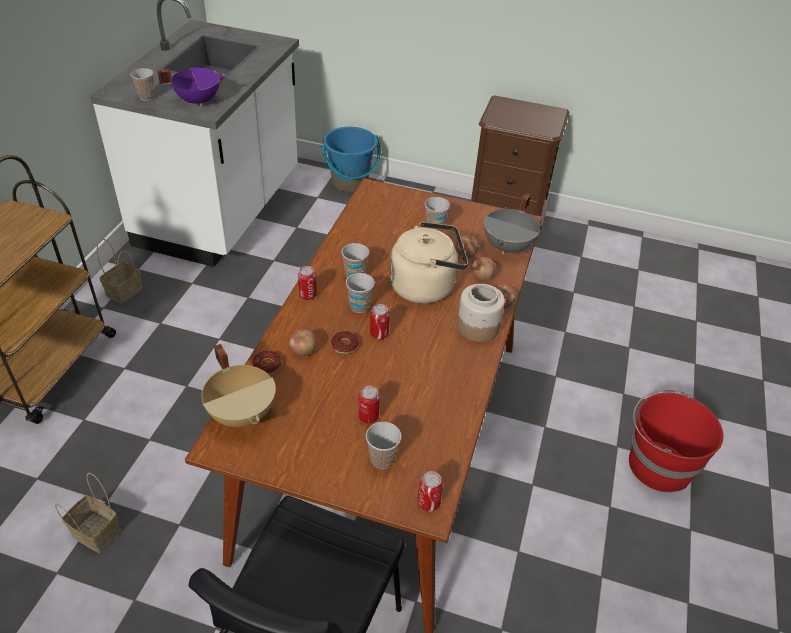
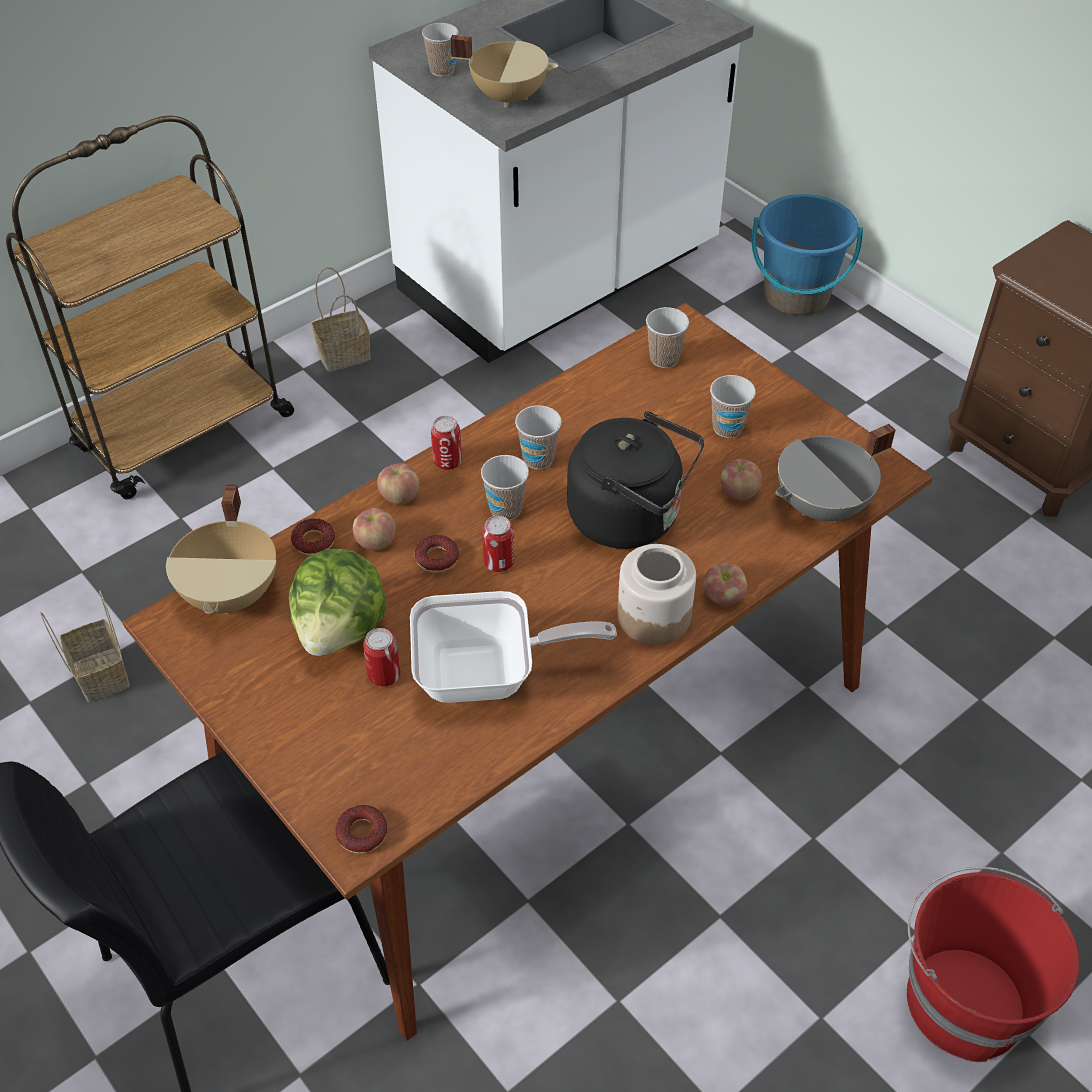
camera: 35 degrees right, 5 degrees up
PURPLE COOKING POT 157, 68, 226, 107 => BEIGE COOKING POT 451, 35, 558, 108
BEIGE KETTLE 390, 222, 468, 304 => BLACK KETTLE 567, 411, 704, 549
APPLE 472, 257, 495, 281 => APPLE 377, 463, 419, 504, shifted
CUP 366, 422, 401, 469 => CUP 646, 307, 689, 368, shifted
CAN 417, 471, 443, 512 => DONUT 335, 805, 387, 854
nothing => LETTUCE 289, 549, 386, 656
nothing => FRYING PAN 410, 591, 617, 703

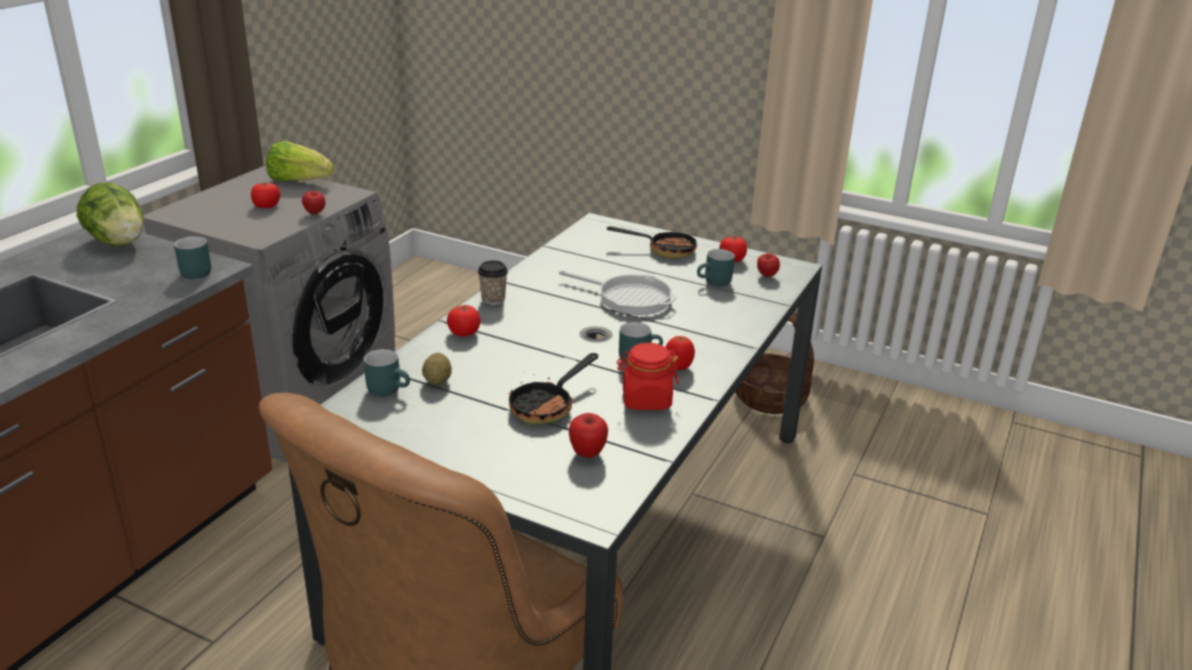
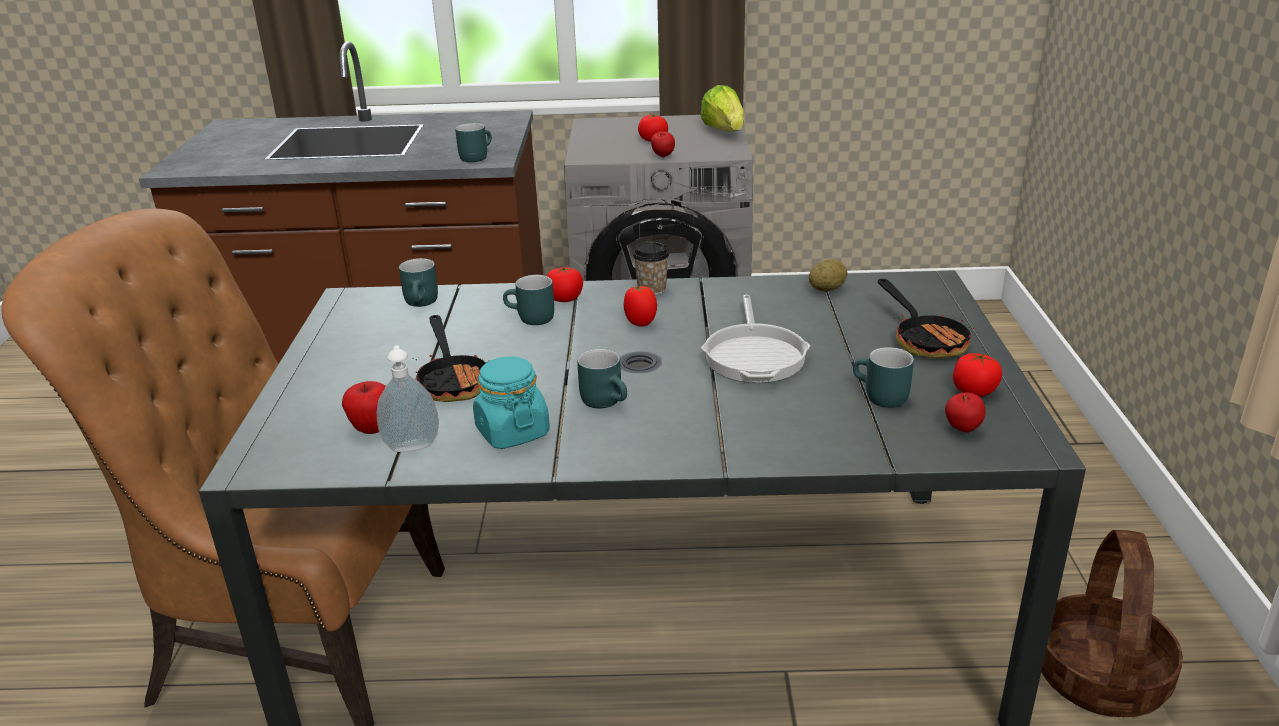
camera: 65 degrees right, 0 degrees up
LETTUCE 77, 183, 143, 246 => nothing
TOMATO 666, 336, 695, 370 => TOMATO 624, 286, 657, 326, shifted
RED JAR 617, 343, 679, 410 => TURQUOISE JAR 473, 356, 550, 449
POTATO 422, 353, 452, 385 => POTATO 809, 259, 848, 291, shifted
FRYING PAN 508, 353, 598, 424 => FRYING PAN 413, 315, 486, 402, 120 degrees counterclockwise
nothing => TURQUOISE MUG 503, 275, 554, 325
nothing => SOAP DISPENSER 377, 346, 439, 452

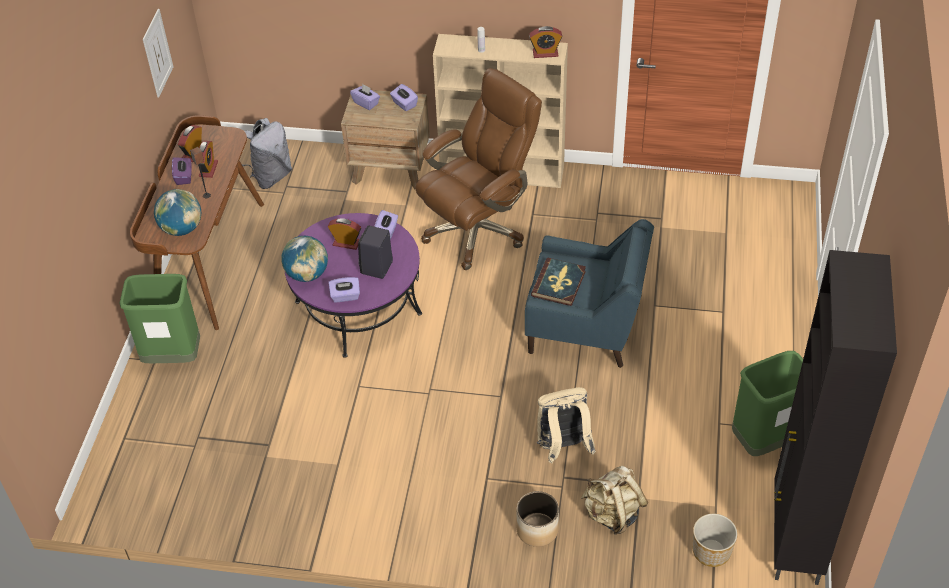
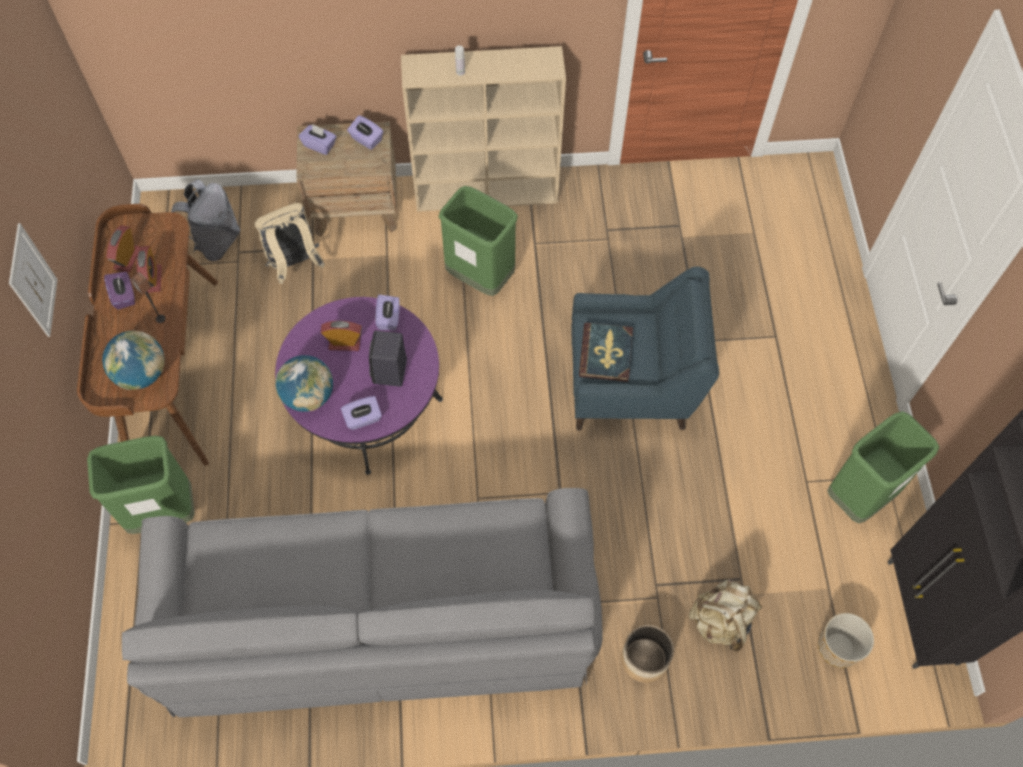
camera: 15 degrees left, 15 degrees up
PICTURE 143, 9, 173, 98 => PICTURE 9, 223, 58, 337, shifted
ALARM CLOCK 529, 26, 562, 58 => nothing
BROWN OFFICE CHAIR 415, 68, 542, 270 => GREEN TRASH CAN 439, 186, 518, 296
BEIGE BACKPACK 537, 387, 596, 463 => BEIGE BACKPACK 254, 203, 325, 284, shifted
nothing => GREY SOFA 122, 488, 603, 717

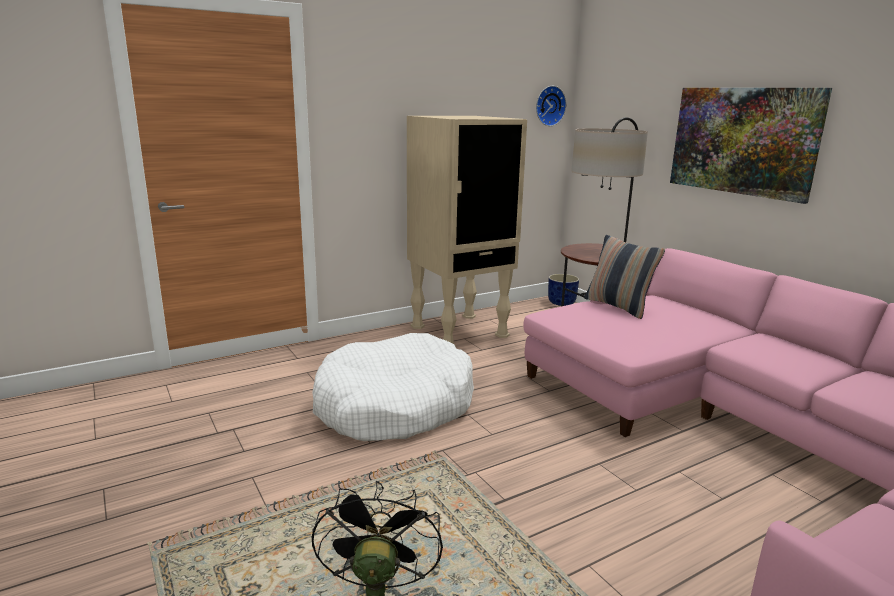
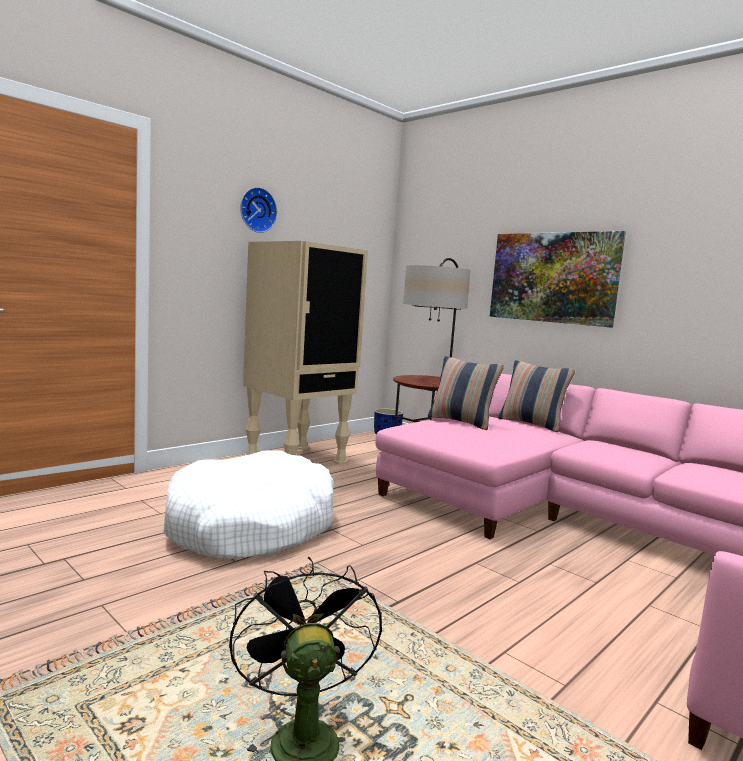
camera: 15 degrees left, 10 degrees down
WALL CLOCK 536, 86, 566, 126 => WALL CLOCK 240, 187, 277, 233, shifted
nothing => PILLOW 498, 360, 575, 432

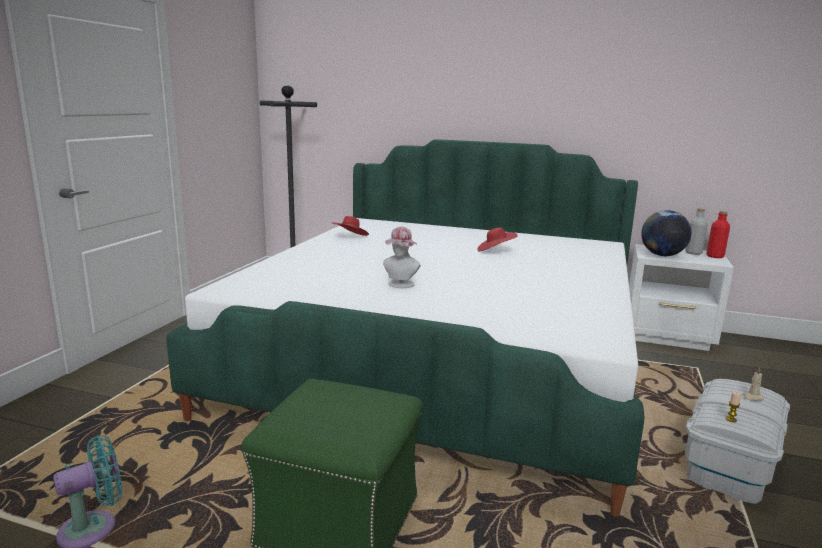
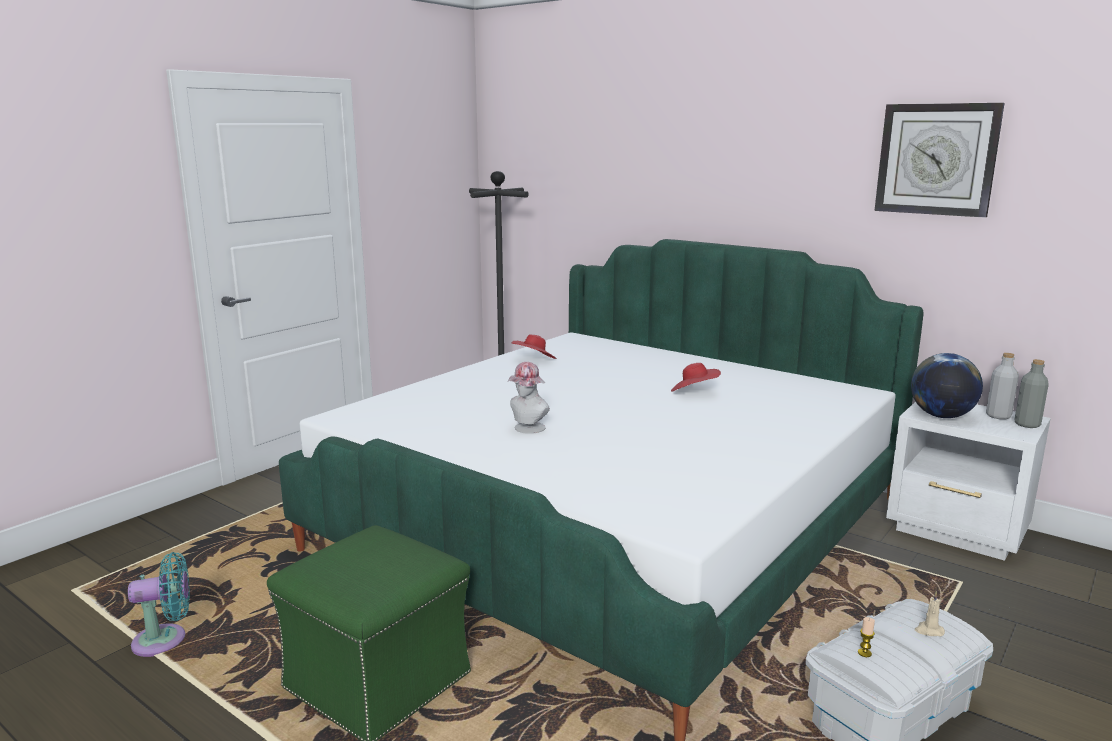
camera: 20 degrees right, 0 degrees up
RED BOTTLE 707, 211, 730, 258 => GREY BOTTLE 1015, 359, 1049, 428
nothing => WALL CLOCK 874, 103, 1005, 218

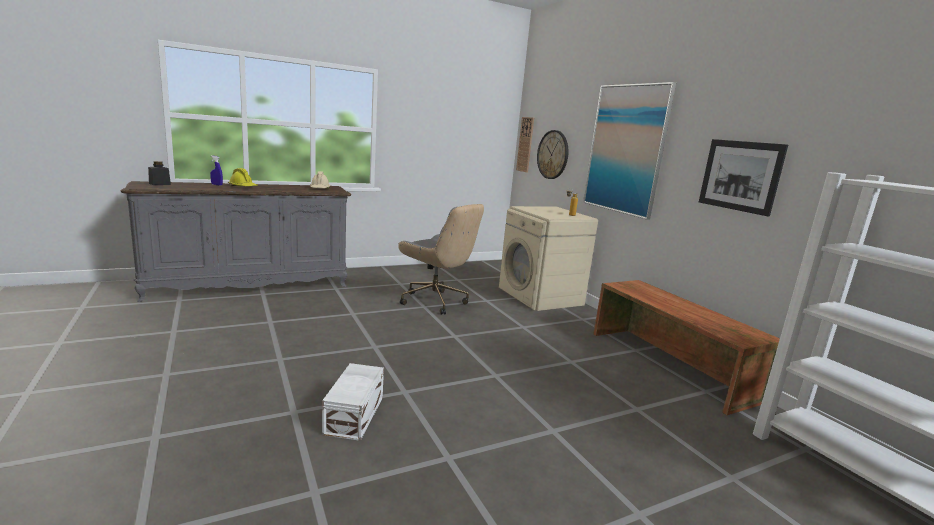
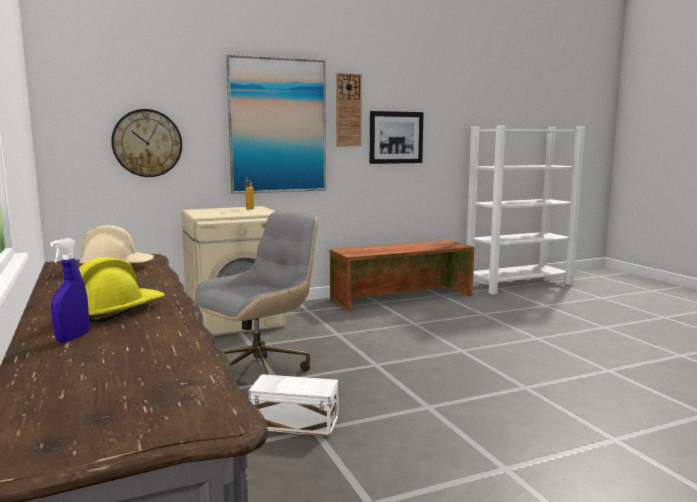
camera: 85 degrees left, 5 degrees down
WALL CLOCK 516, 117, 534, 173 => WALL CLOCK 336, 73, 362, 146, shifted
BLACK JAR 148, 161, 171, 185 => nothing
WHITE STORAGE BOX 322, 363, 384, 441 => WHITE STORAGE BOX 248, 374, 338, 436, shifted

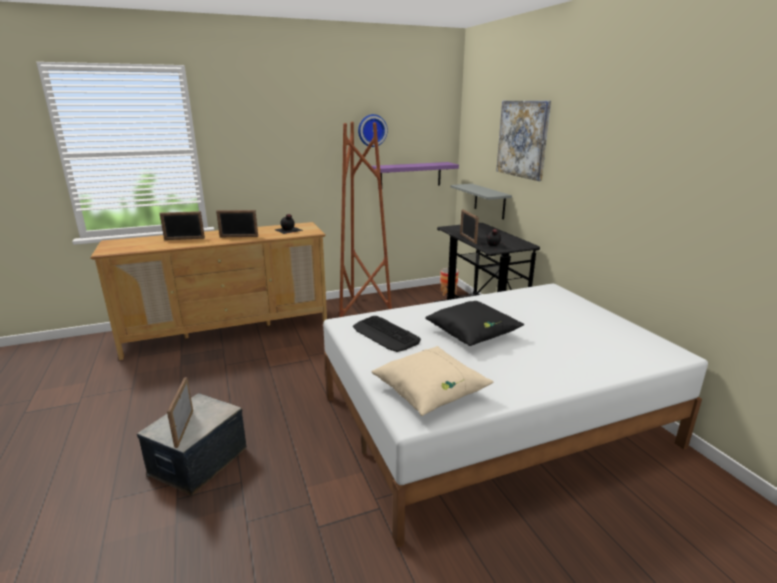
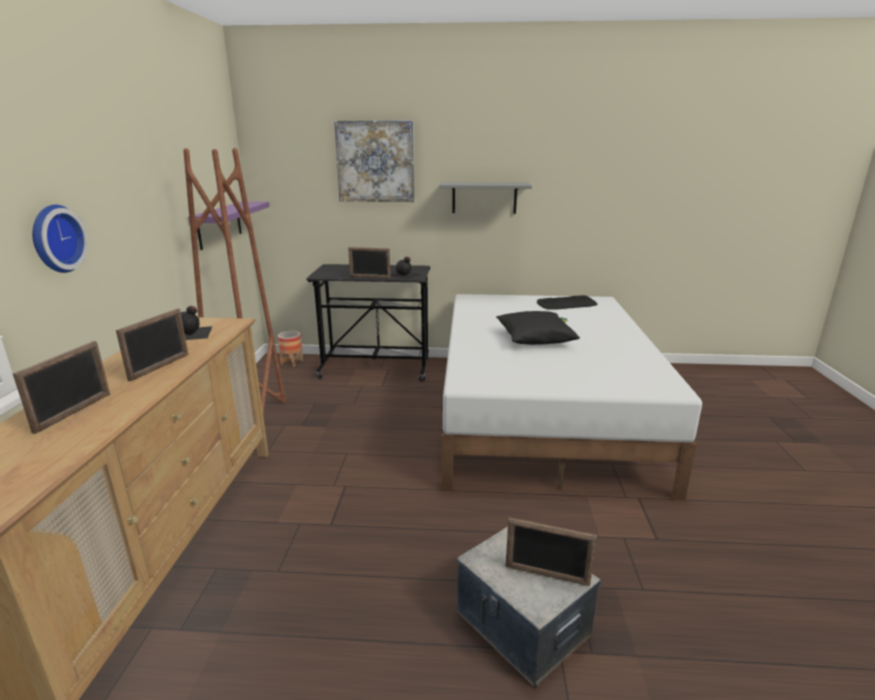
camera: 65 degrees left, 0 degrees up
WALL CLOCK 358, 114, 388, 147 => WALL CLOCK 32, 205, 89, 273, shifted
GREY SHELF 451, 184, 512, 219 => GREY SHELF 440, 182, 532, 214, shifted
KEYBOARD 353, 316, 421, 352 => KEYBOARD 537, 295, 597, 310, shifted
BEIGE PILLOW 372, 346, 493, 416 => nothing

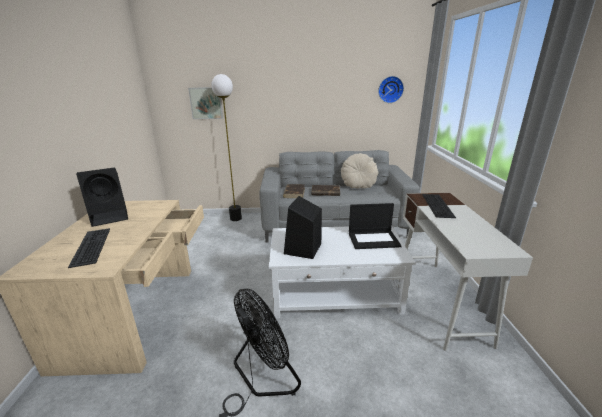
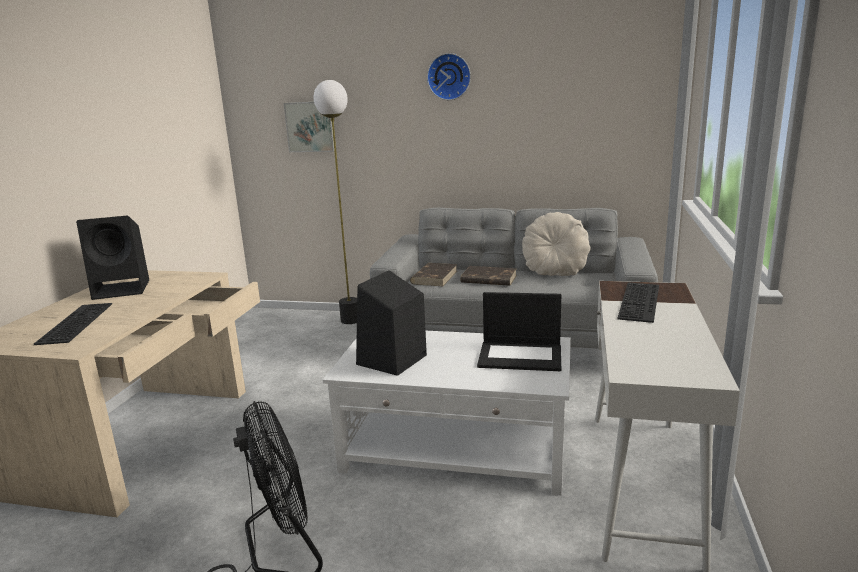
camera: 15 degrees right, 5 degrees down
WALL CLOCK 378, 76, 404, 103 => WALL CLOCK 427, 53, 471, 100, shifted

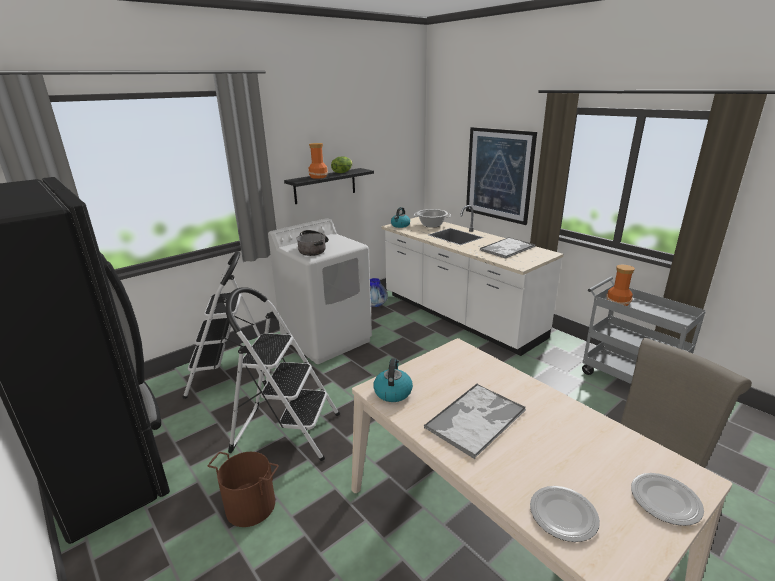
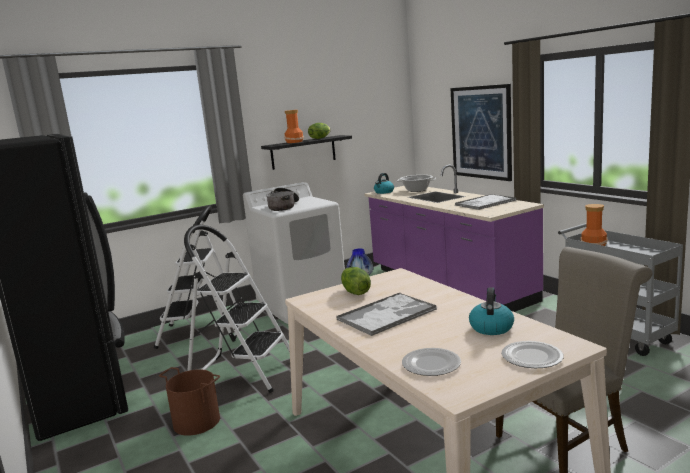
camera: 10 degrees right, 10 degrees down
WHITE COUNTER 382, 205, 564, 356 => PURPLE COUNTER 365, 165, 544, 312
KETTLE 373, 358, 413, 402 => KETTLE 469, 287, 514, 335, shifted
nothing => LETTUCE 341, 267, 371, 295

